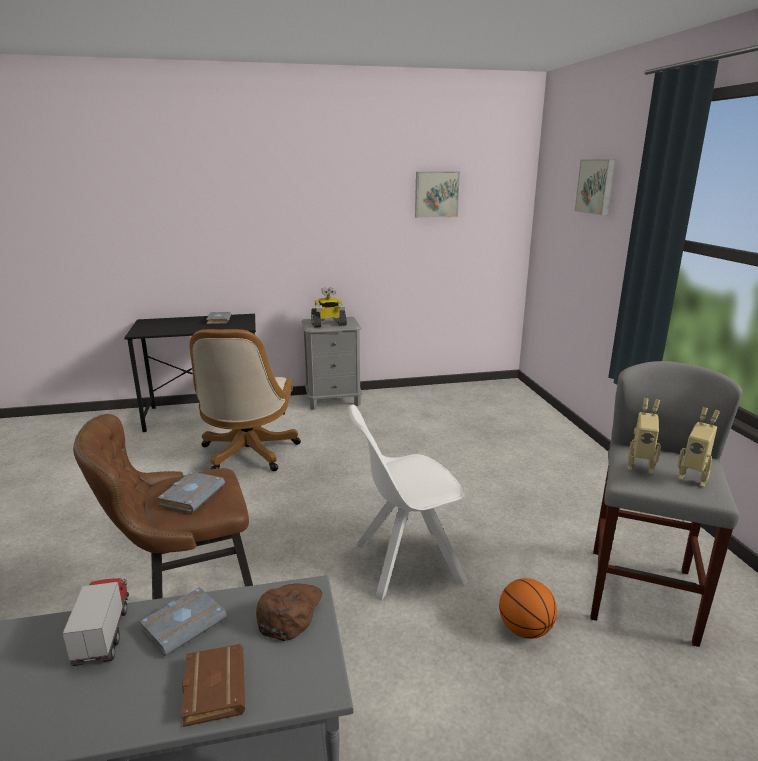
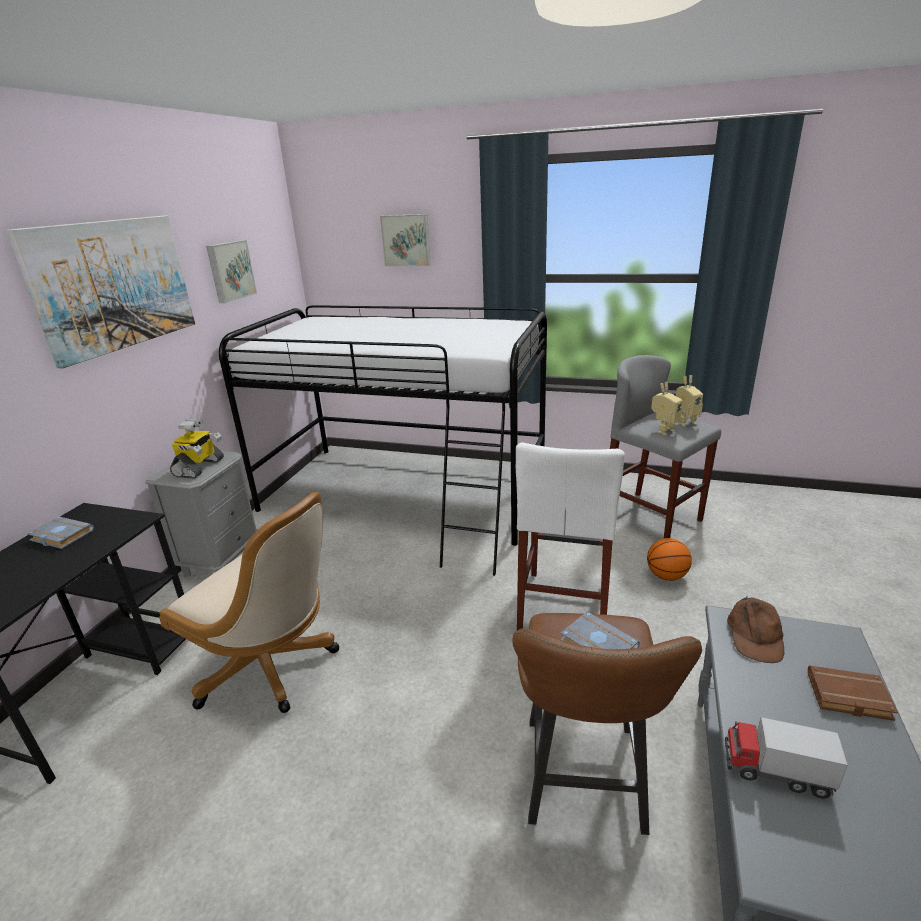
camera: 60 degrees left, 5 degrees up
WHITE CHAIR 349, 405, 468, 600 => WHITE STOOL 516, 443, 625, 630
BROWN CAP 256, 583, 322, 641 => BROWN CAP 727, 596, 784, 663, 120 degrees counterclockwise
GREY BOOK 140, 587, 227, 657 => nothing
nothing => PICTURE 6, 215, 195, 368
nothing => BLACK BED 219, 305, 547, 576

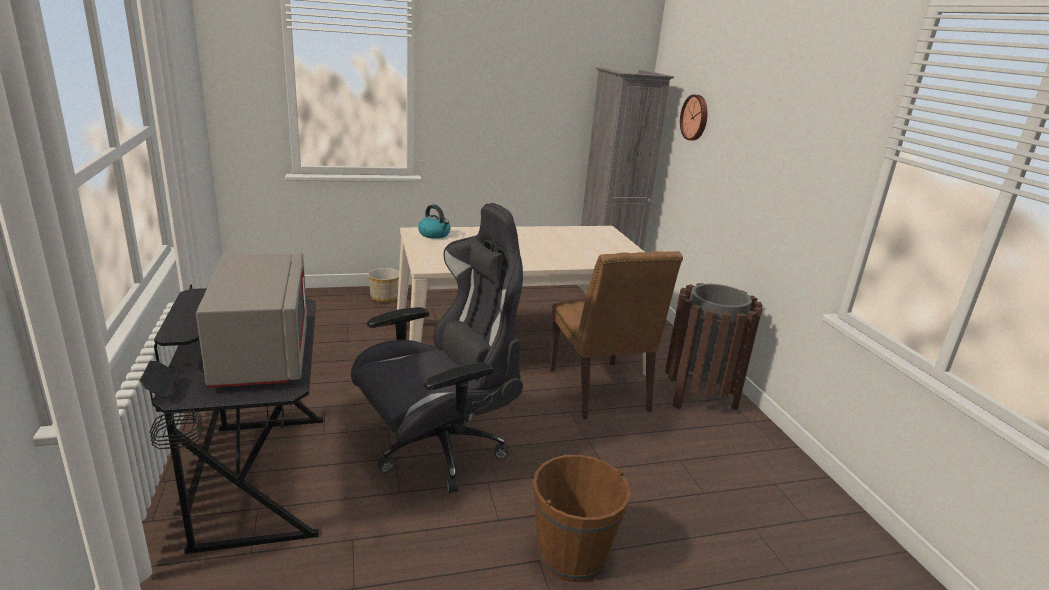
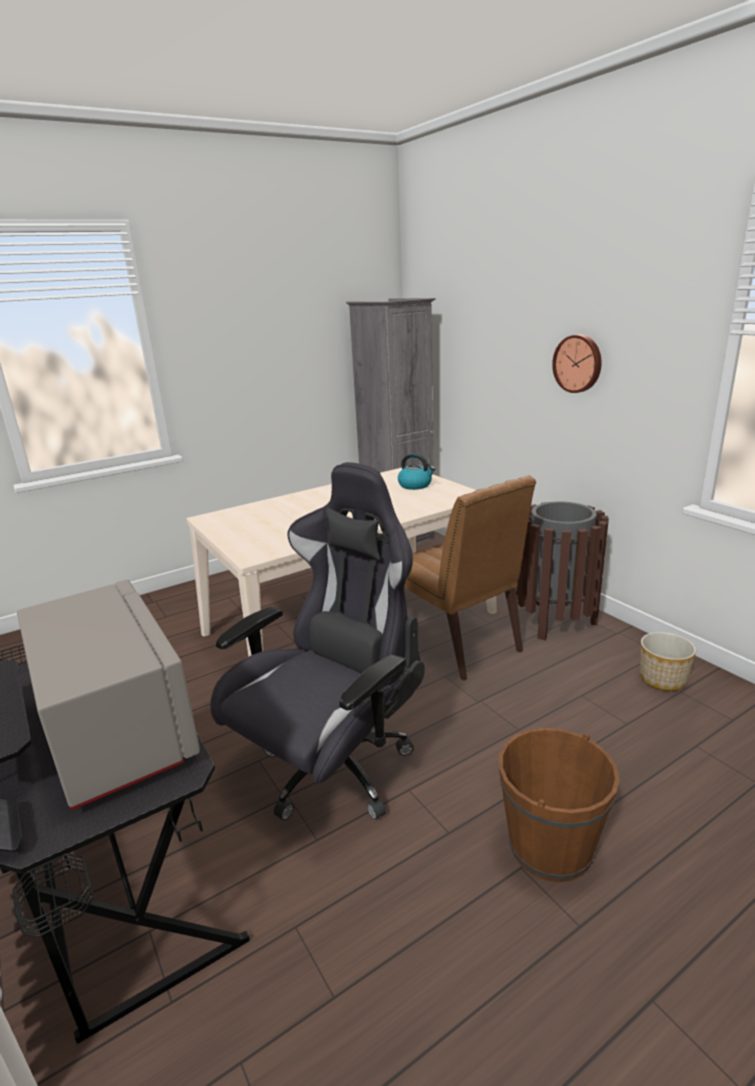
camera: 15 degrees left, 0 degrees up
WALL CLOCK 680, 95, 708, 140 => WALL CLOCK 552, 335, 602, 393, shifted
KETTLE 418, 205, 451, 239 => KETTLE 398, 453, 436, 490, shifted
PLANTER 368, 268, 399, 303 => PLANTER 640, 632, 696, 691, shifted

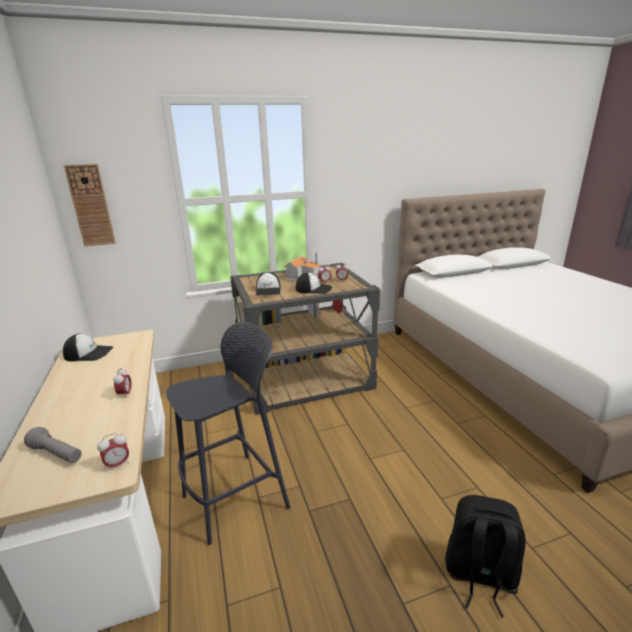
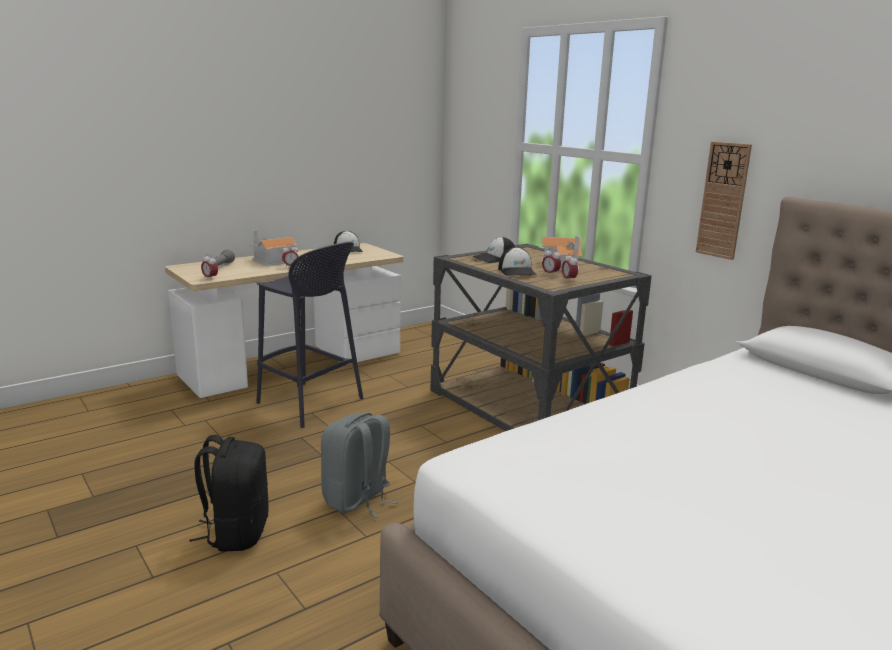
camera: 70 degrees right, 5 degrees down
WALL CLOCK 64, 164, 116, 246 => WALL CLOCK 696, 142, 752, 260, shifted
nothing => TOY HOUSE 249, 230, 298, 266
nothing => GREY BACKPACK 321, 412, 398, 518

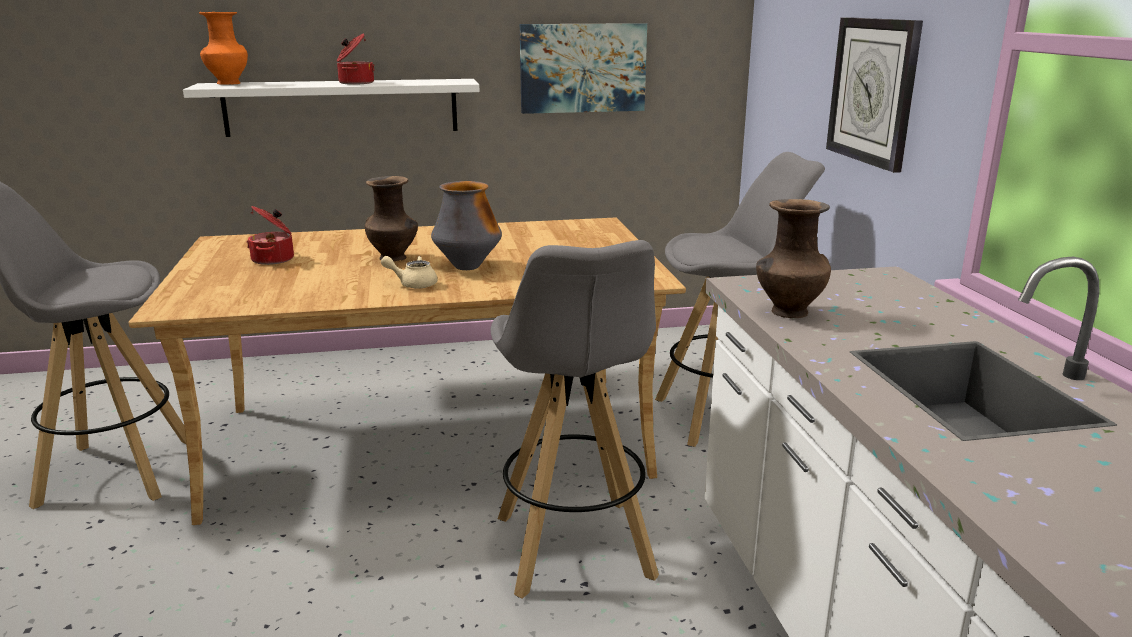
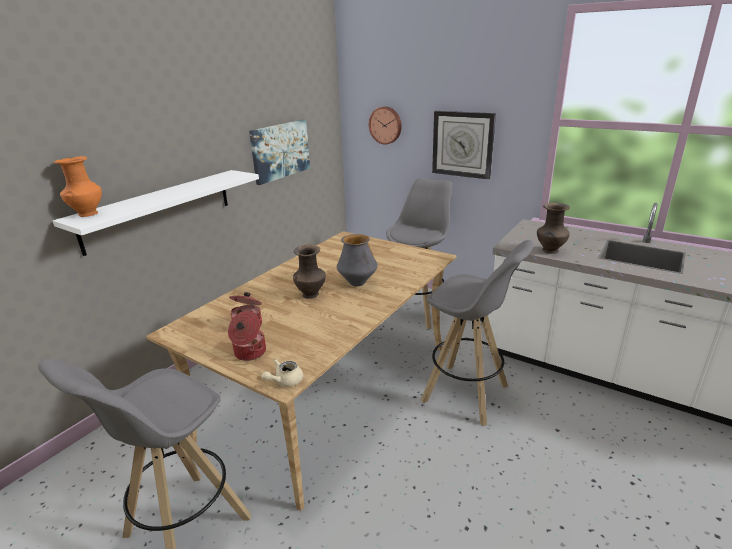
camera: 45 degrees left, 5 degrees up
COOKING POT 337, 34, 375, 85 => COOKING POT 228, 311, 266, 361, shifted
BEIGE TEAPOT 381, 256, 437, 289 => BEIGE TEAPOT 261, 359, 303, 387, shifted
nothing => WALL CLOCK 369, 107, 402, 145

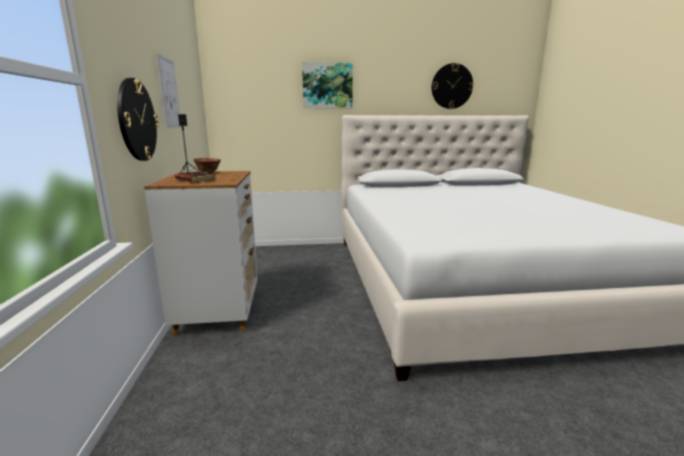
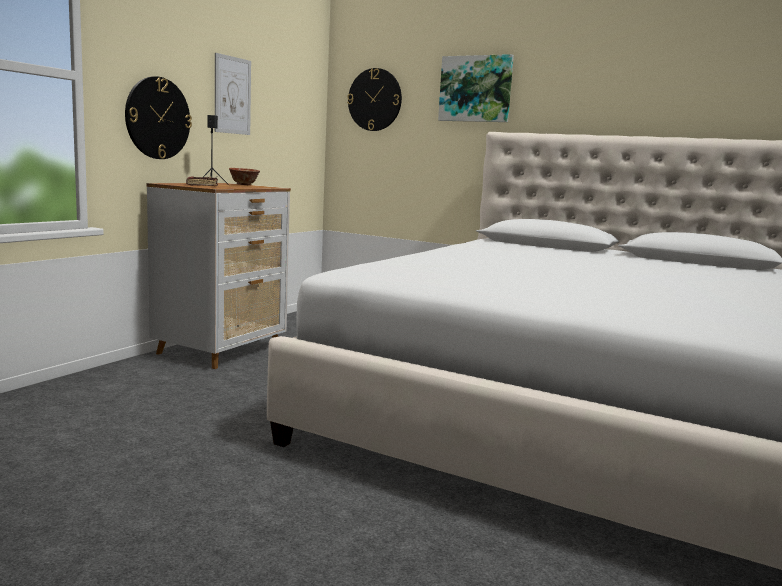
camera: 35 degrees right, 5 degrees down
WALL CLOCK 432, 63, 473, 109 => WALL CLOCK 347, 68, 402, 131, shifted

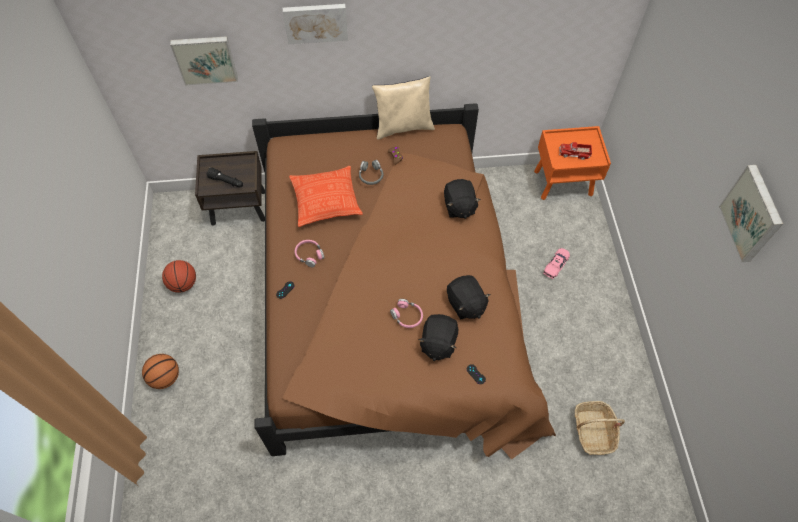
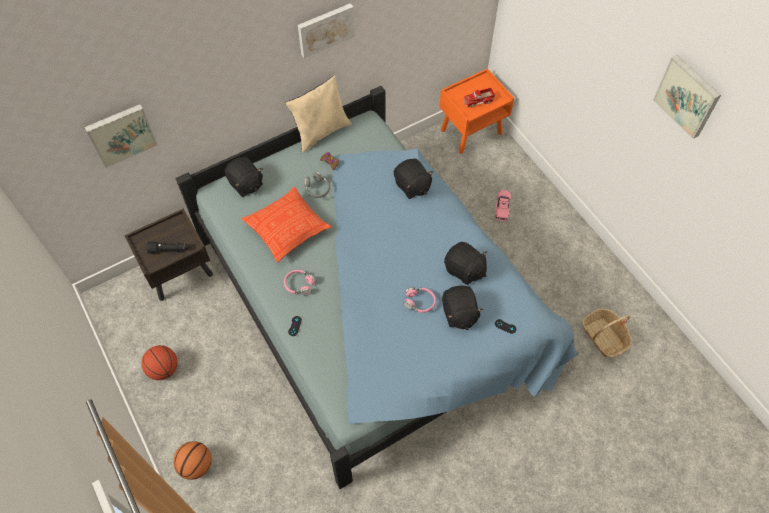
camera: 25 degrees left, 0 degrees up
PICTURE 283, 4, 348, 44 => PICTURE 298, 3, 355, 58, shifted
BROWN BED 252, 103, 556, 460 => BLUE BED 176, 86, 578, 489
nothing => BLACK PLUSH TOY 224, 157, 263, 197

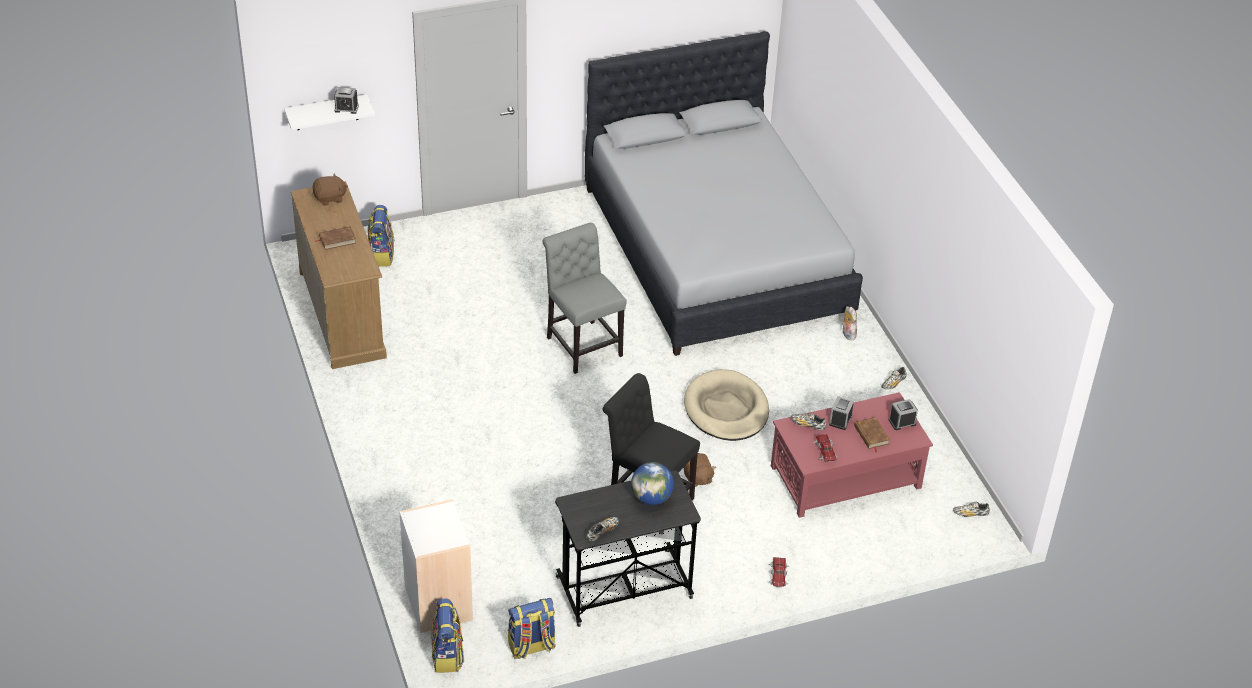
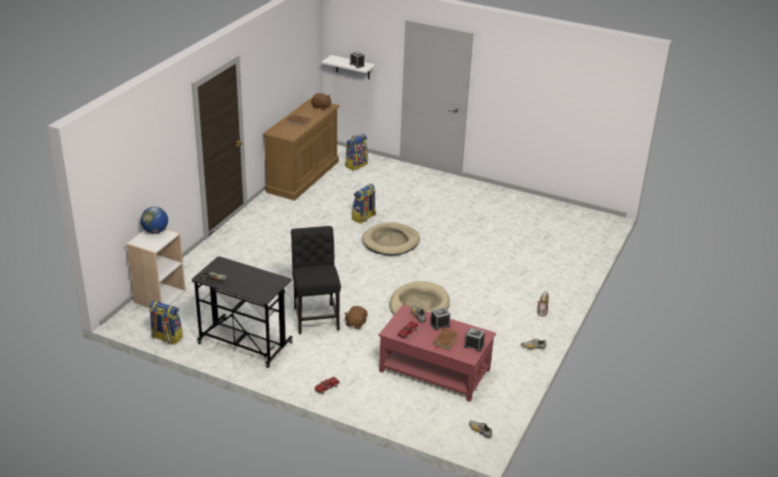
camera: 45 degrees right, 10 degrees down
GREY BED 585, 31, 863, 356 => nothing
GREY CHAIR 543, 223, 626, 374 => BEIGE DOG BED 362, 222, 420, 255
GLOBE 631, 462, 674, 505 => GLOBE 141, 207, 168, 234, shifted
BACKPACK 431, 599, 464, 673 => BACKPACK 352, 184, 376, 224, shifted

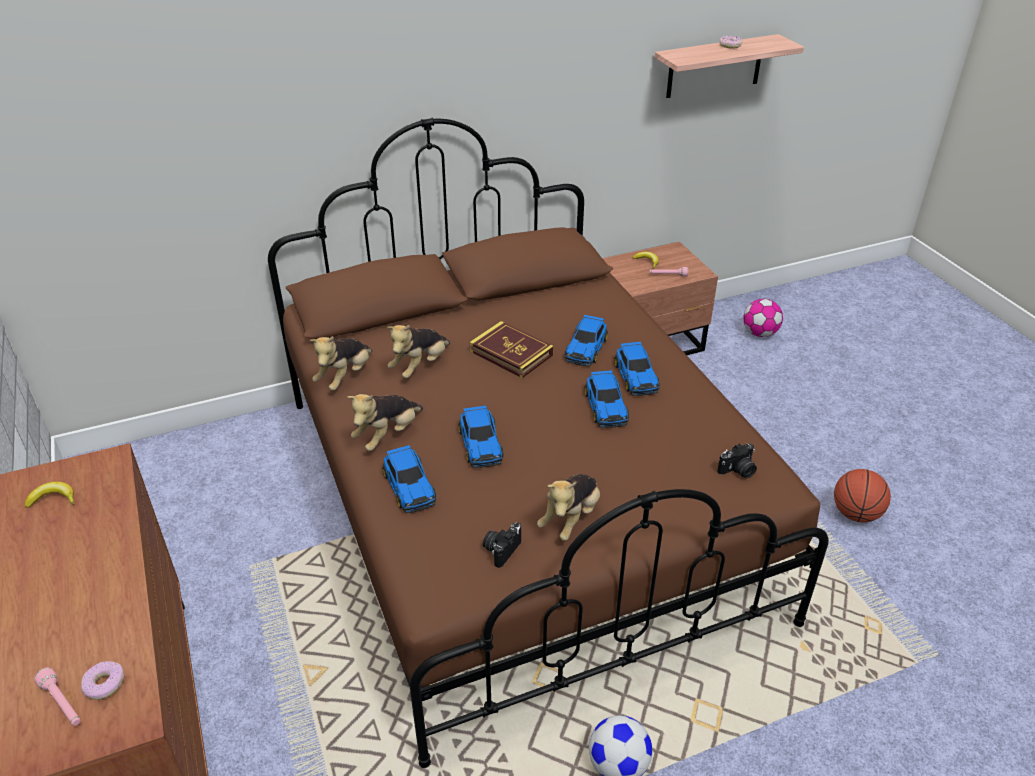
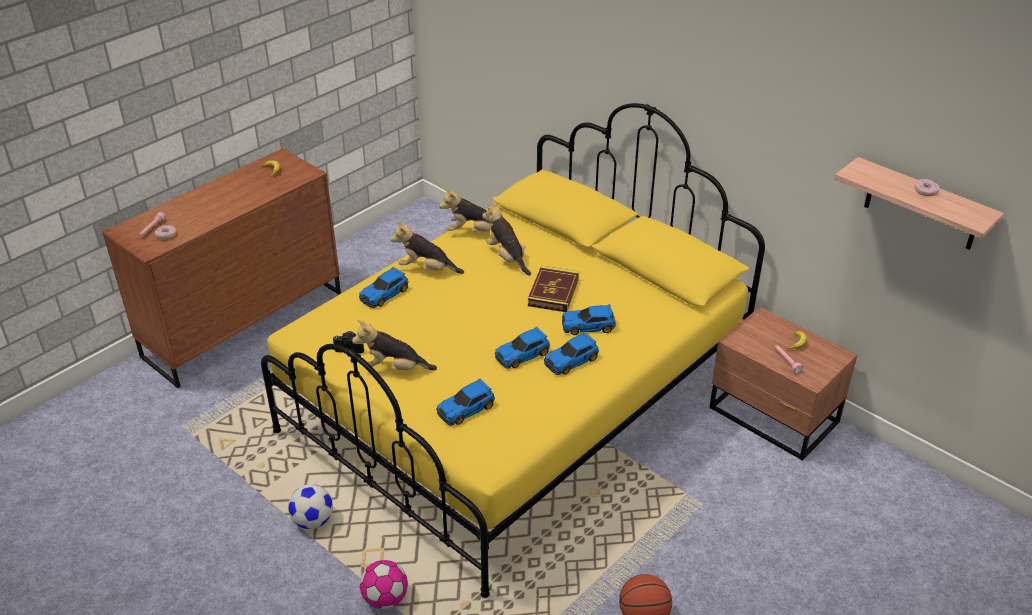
camera: 65 degrees right, 0 degrees up
BROWN BED 268, 118, 829, 768 => YELLOW BED 261, 103, 765, 598
FOOTBALL 743, 299, 783, 337 => FOOTBALL 360, 560, 408, 609, shifted
PLUSH TOY 387, 325, 450, 379 => PLUSH TOY 482, 200, 531, 276, 45 degrees clockwise
TOY CAR 458, 405, 503, 468 => TOY CAR 437, 379, 495, 426, shifted
PHOTO CAMERA 717, 443, 757, 479 => nothing

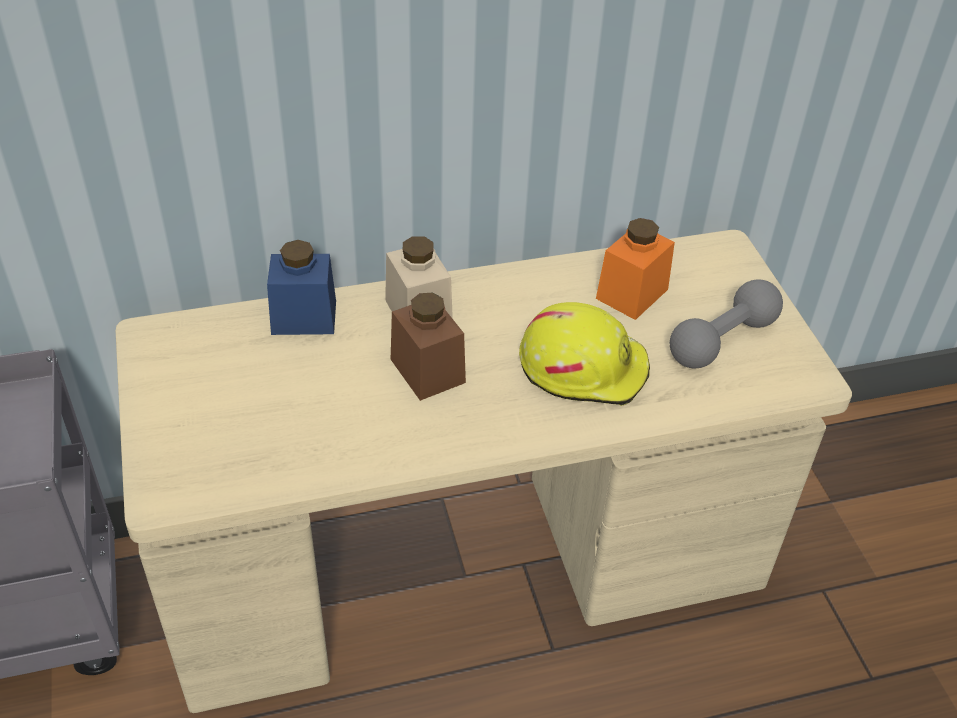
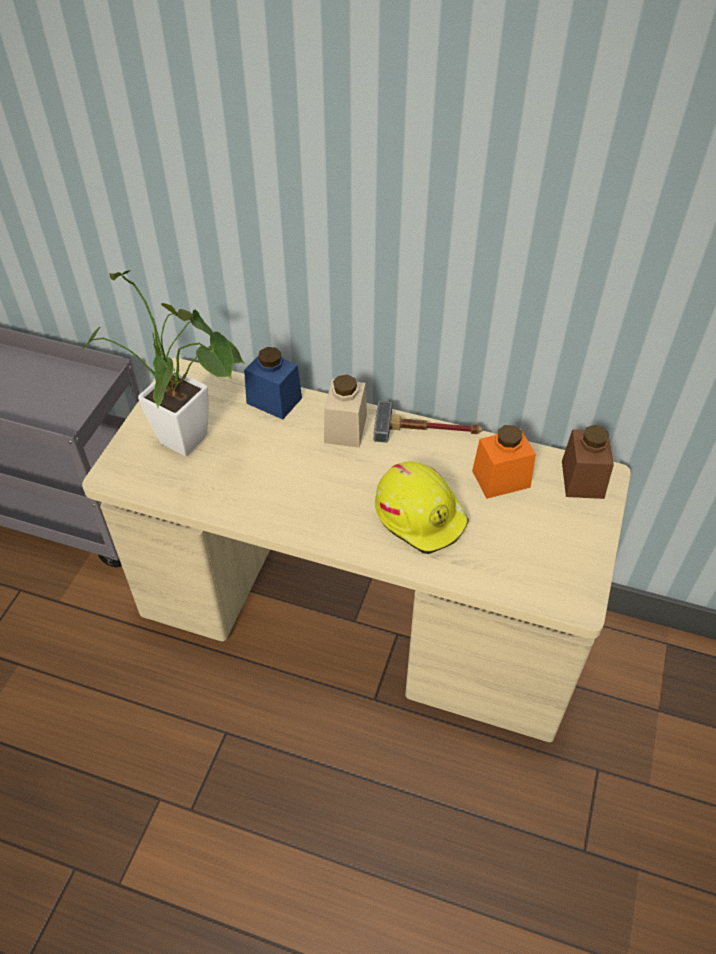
camera: 35 degrees right, 5 degrees up
GREY DUMBBELL 670, 279, 783, 369 => nothing
BROWN JAR 391, 293, 466, 401 => BROWN JAR 562, 425, 614, 499, shifted
nothing => POTTED PLANT 82, 270, 245, 456
nothing => HAMMER 374, 401, 482, 443

